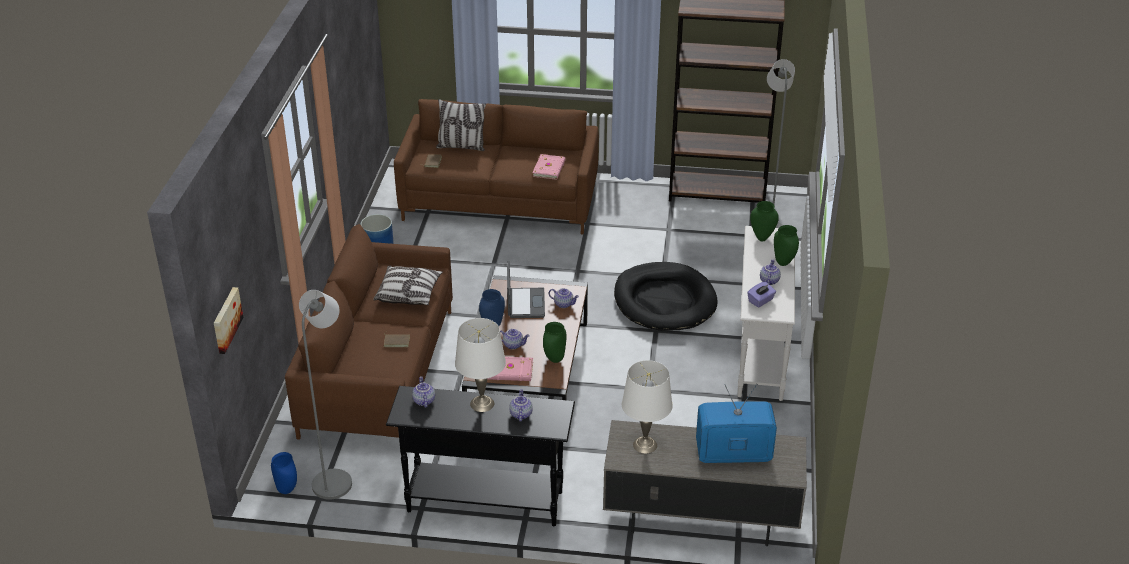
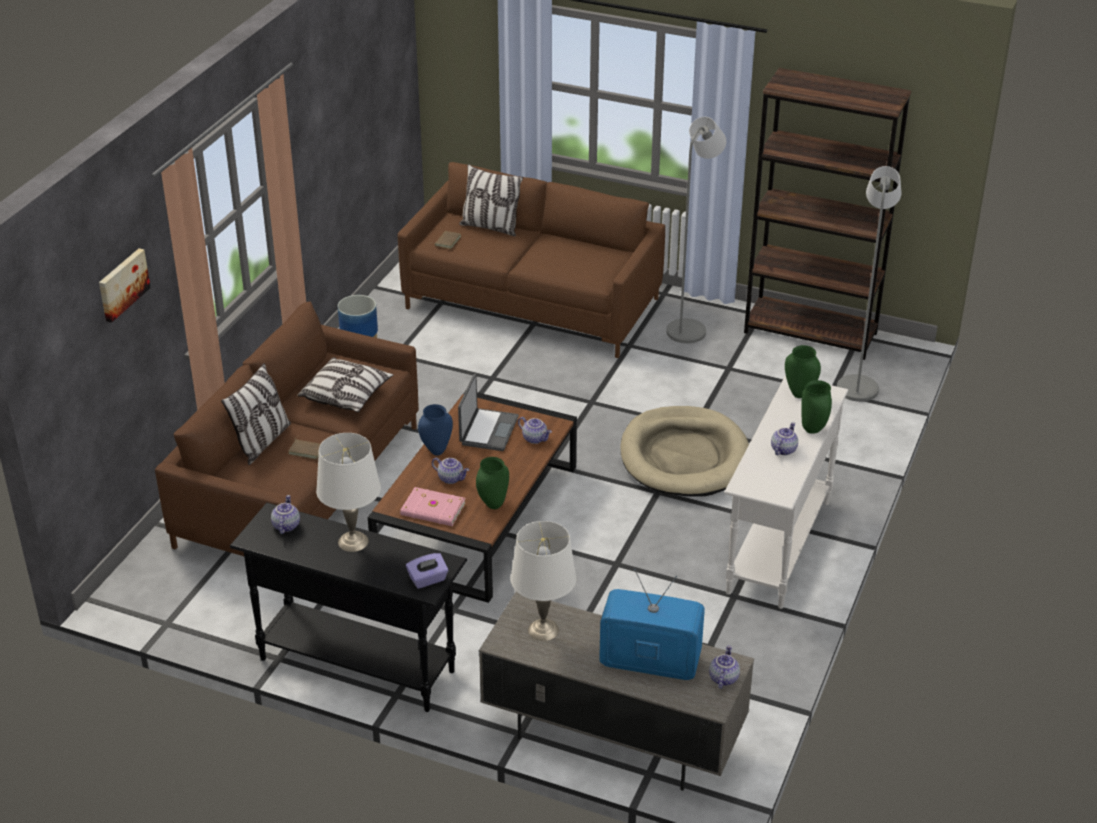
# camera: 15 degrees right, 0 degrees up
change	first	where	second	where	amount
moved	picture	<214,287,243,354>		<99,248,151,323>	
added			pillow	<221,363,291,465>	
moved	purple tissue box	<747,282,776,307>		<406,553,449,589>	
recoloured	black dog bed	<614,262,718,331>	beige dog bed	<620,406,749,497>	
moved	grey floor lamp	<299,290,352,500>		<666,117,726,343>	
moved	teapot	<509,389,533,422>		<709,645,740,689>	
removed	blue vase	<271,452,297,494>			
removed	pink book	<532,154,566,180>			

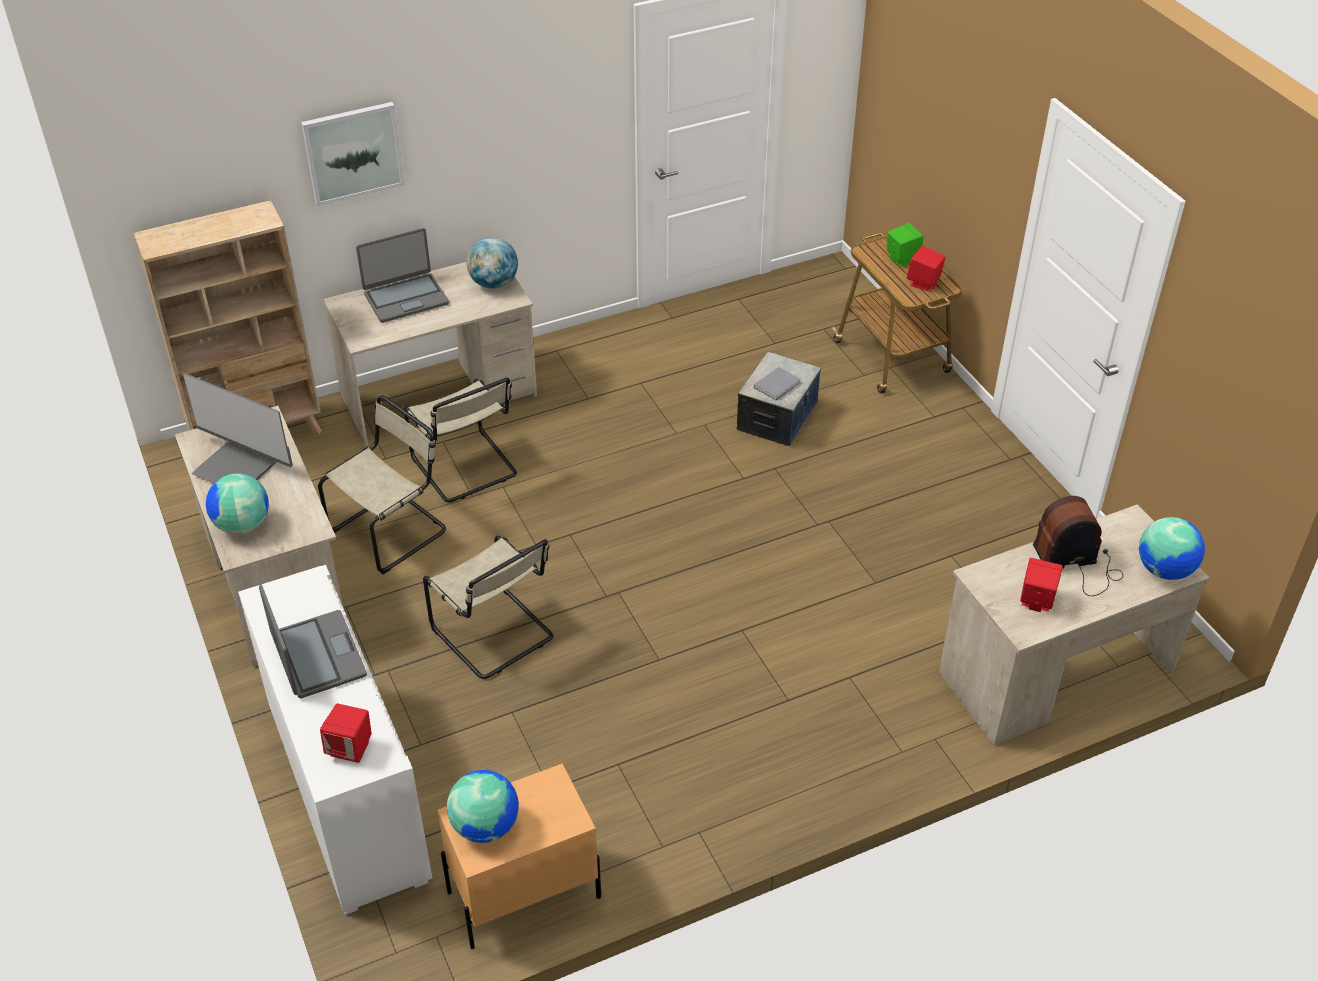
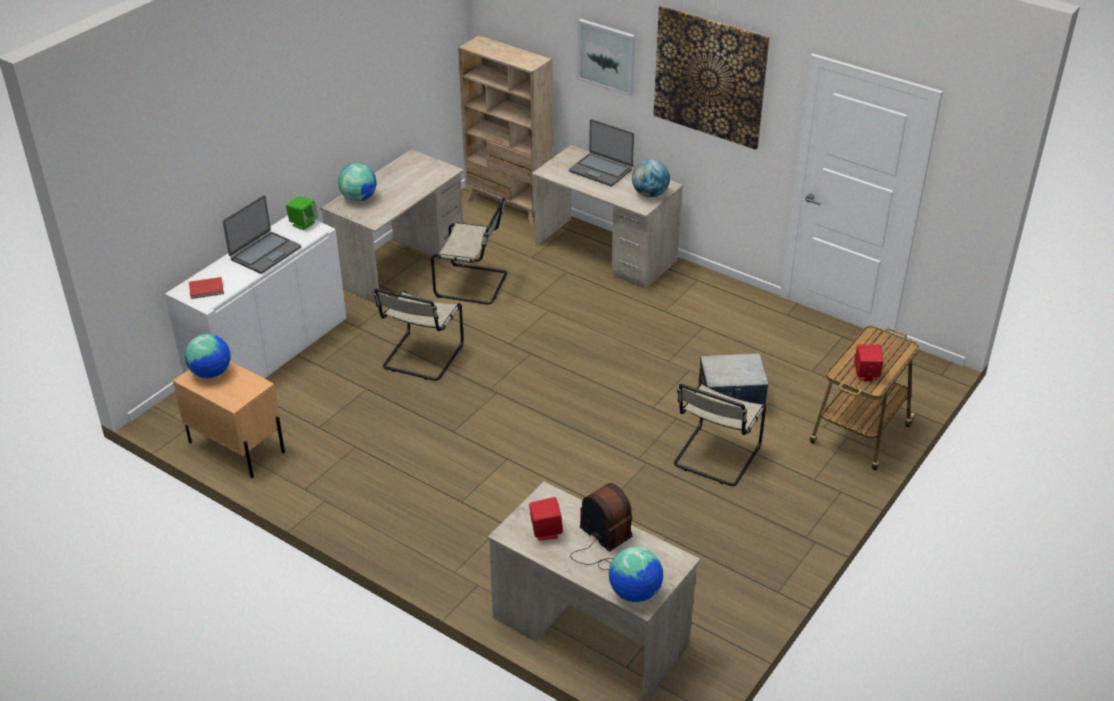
# camera: 60 degrees right, 5 degrees down
change	first	where	second	where	amount
replaced	red speaker	<320,704,372,763>	red book	<189,277,224,299>	
moved	green speaker	<887,223,923,267>		<286,196,318,230>	
added			picture	<653,5,770,150>	
moved	beige chair	<403,378,517,502>		<674,383,766,486>	
removed	monitor	<183,373,293,484>			
removed	grey book	<754,367,801,401>			

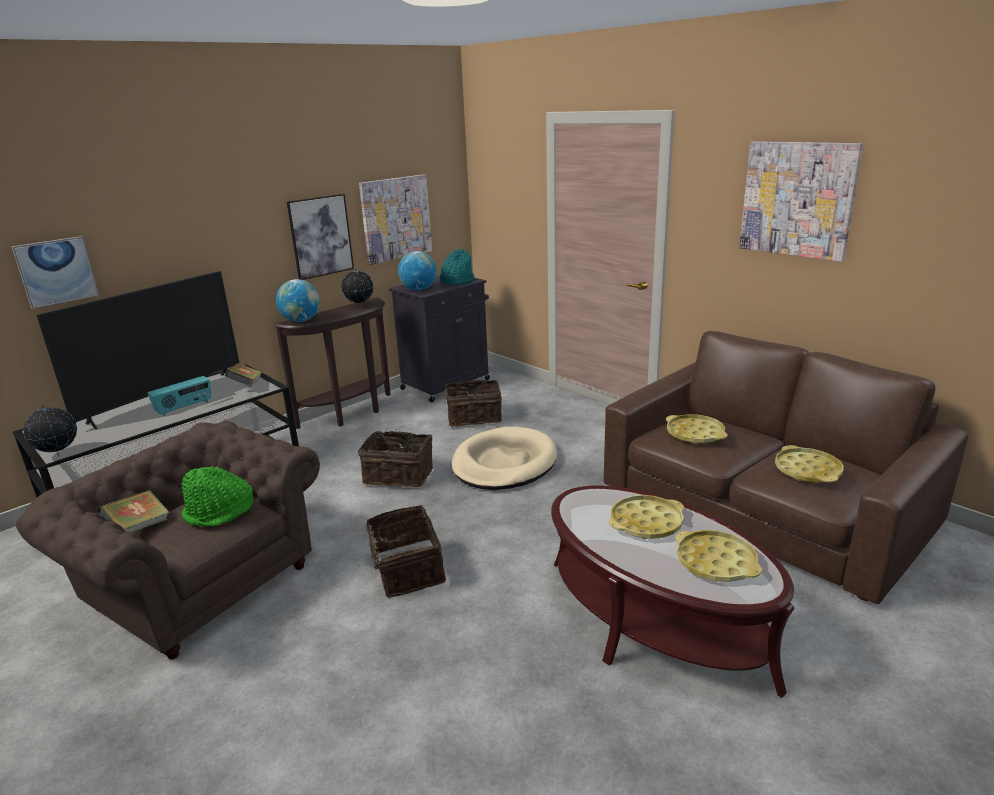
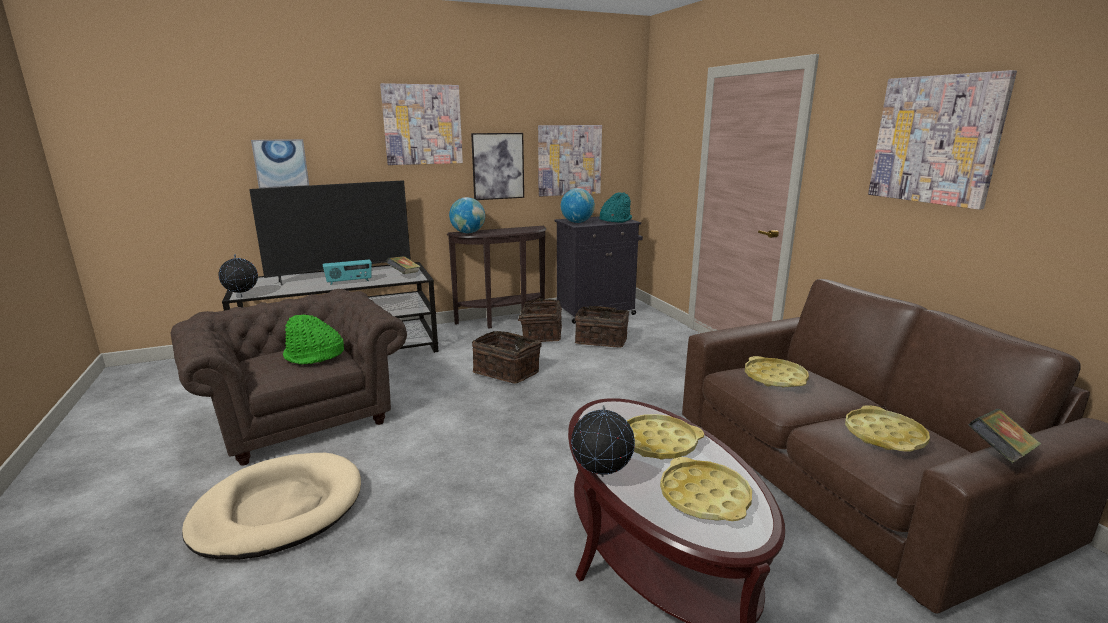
# camera: 20 degrees right, 5 degrees down
change	first	where	second	where	amount
moved	beige dog bed	<451,427,557,490>		<182,453,361,560>	
added			picture	<380,83,463,165>	
moved	basket	<357,505,446,598>		<513,298,562,342>	
moved	globe	<341,267,374,307>		<571,405,635,477>	
moved	book	<98,490,170,532>		<969,409,1041,464>	

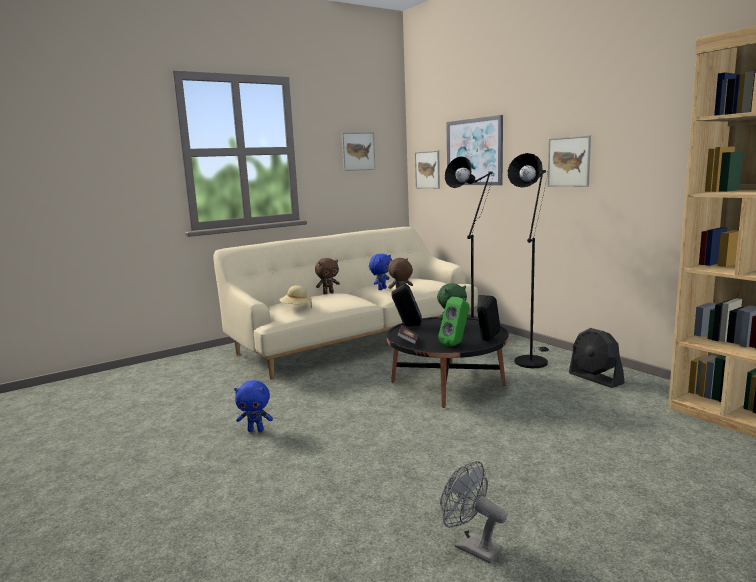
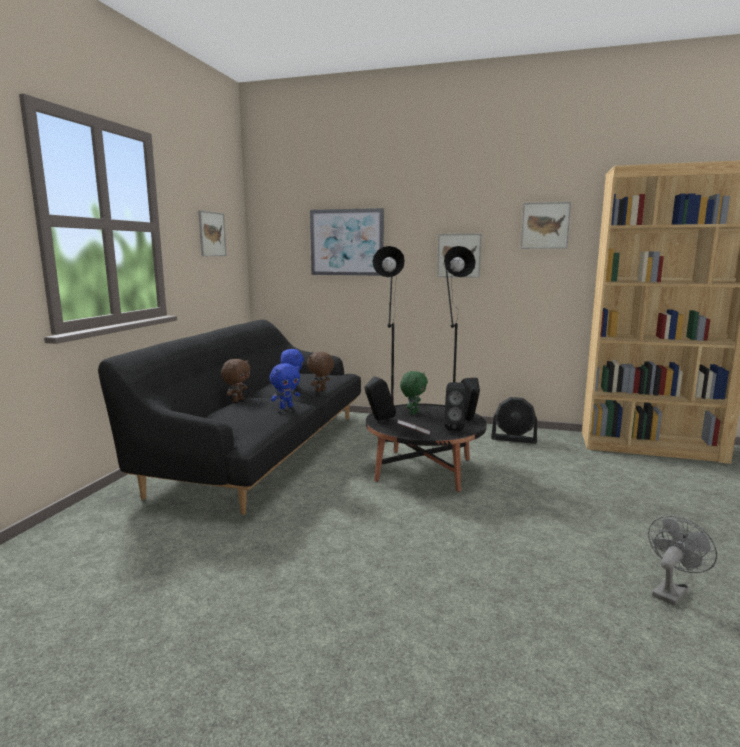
# camera: 40 degrees left, 0 degrees up
change	first	where	second	where	amount
recoloured	beige sofa	<213,227,478,380>	black sofa	<98,320,361,515>	
moved	blue plush toy	<234,380,273,432>		<270,363,300,409>	
recoloured	green speaker	<438,297,470,347>	black speaker	<444,382,465,431>	
moved	picture	<415,151,440,189>		<521,202,571,249>	
turned	grey fan	<440,461,507,564>		<648,516,717,606>	135 degrees clockwise
removed	beige hat	<280,285,312,308>			

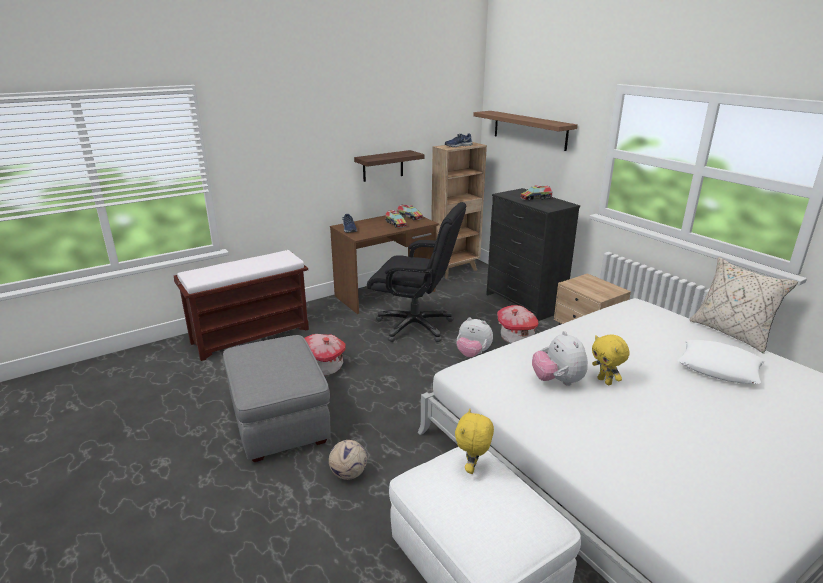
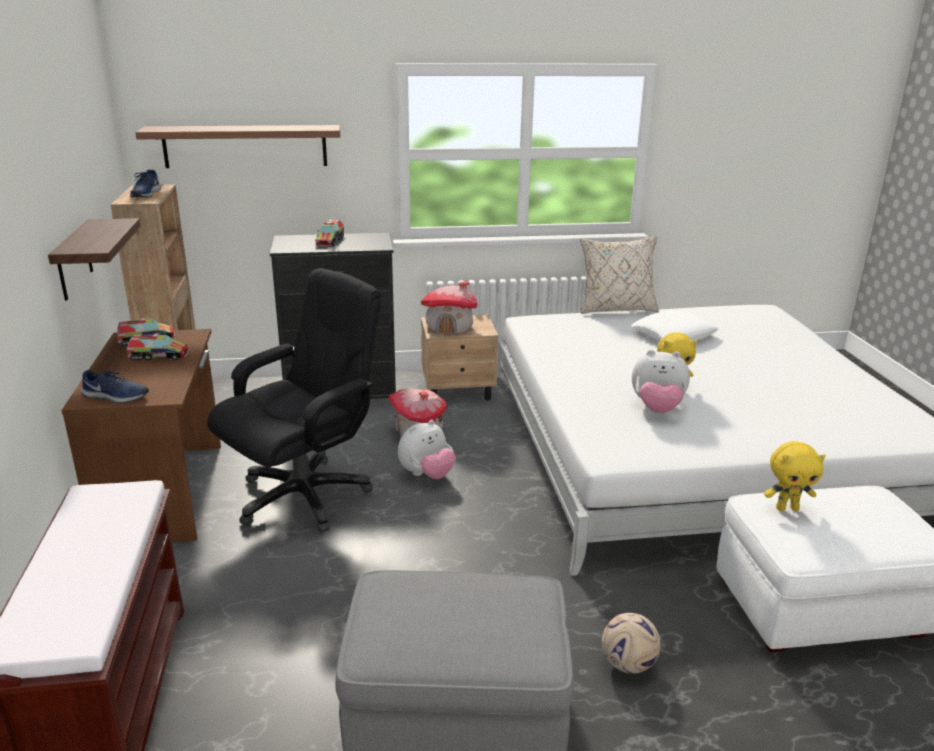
# camera: 65 degrees left, 0 degrees up
change	first	where	second	where	amount
moved	toy house	<305,334,346,376>		<421,281,478,335>	
turned	yellow plush toy	<455,409,494,474>		<764,441,826,511>	45 degrees counterclockwise

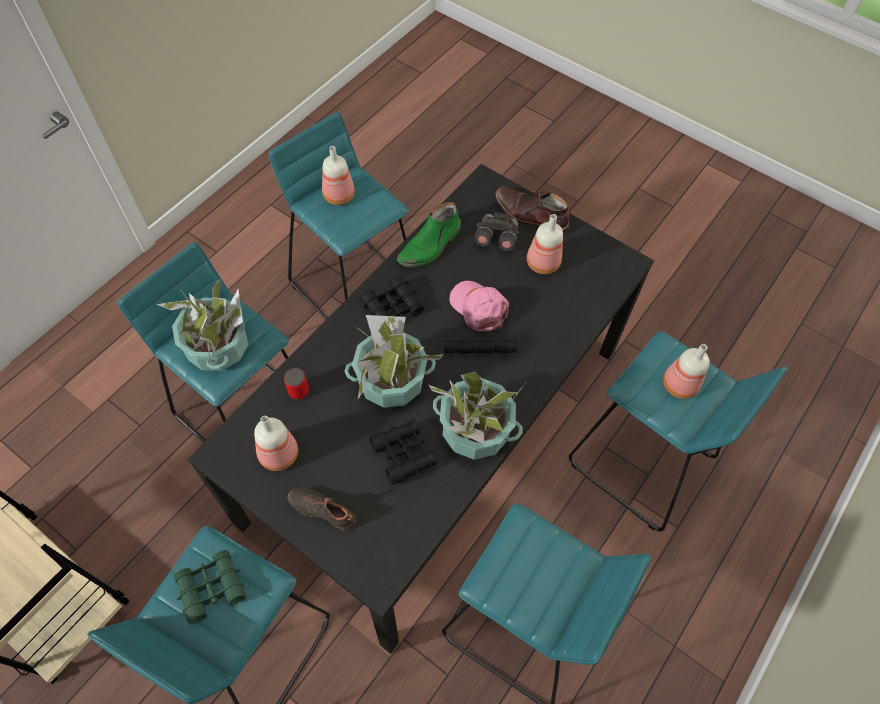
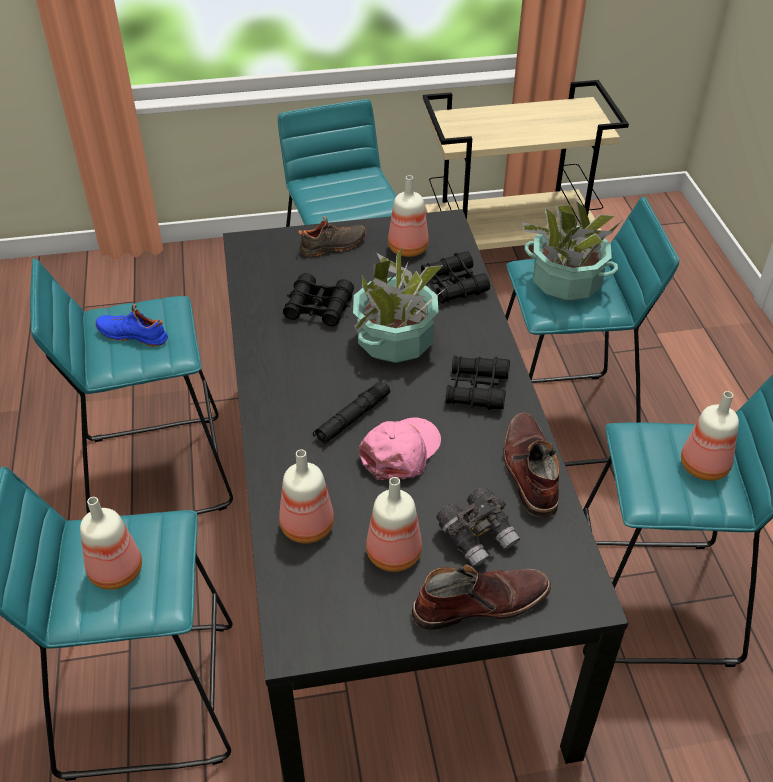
# camera: 135 degrees right, 15 degrees down
change	first	where	second	where	amount
added			blue shoe	<95,304,168,347>	
added			bottle	<279,449,334,543>	
turned	pink cap	<449,281,509,332>		<359,417,441,480>	60 degrees counterclockwise
replaced	can	<284,368,309,400>	black binoculars	<421,251,490,304>	
recoloured	green boot	<397,202,461,268>	brown boot	<503,413,560,517>	
removed	green binoculars	<174,550,246,624>			
removed	potted plant	<429,372,528,460>			

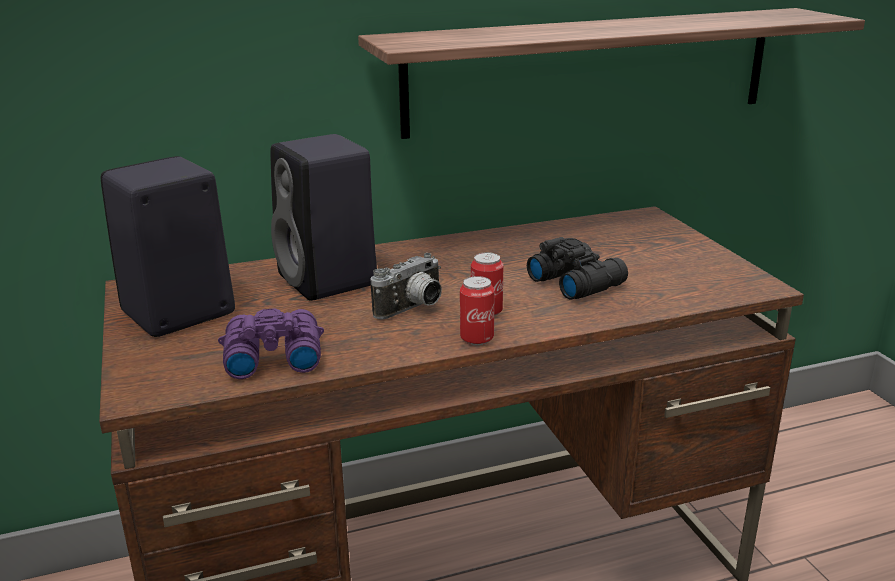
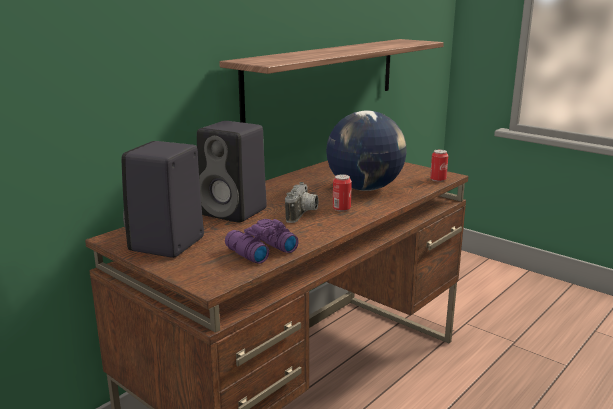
# camera: 30 degrees left, 5 degrees down
change	first	where	second	where	amount
replaced	black binoculars	<527,237,628,300>	globe	<326,110,407,191>	
moved	can	<460,276,495,345>		<430,149,448,182>	

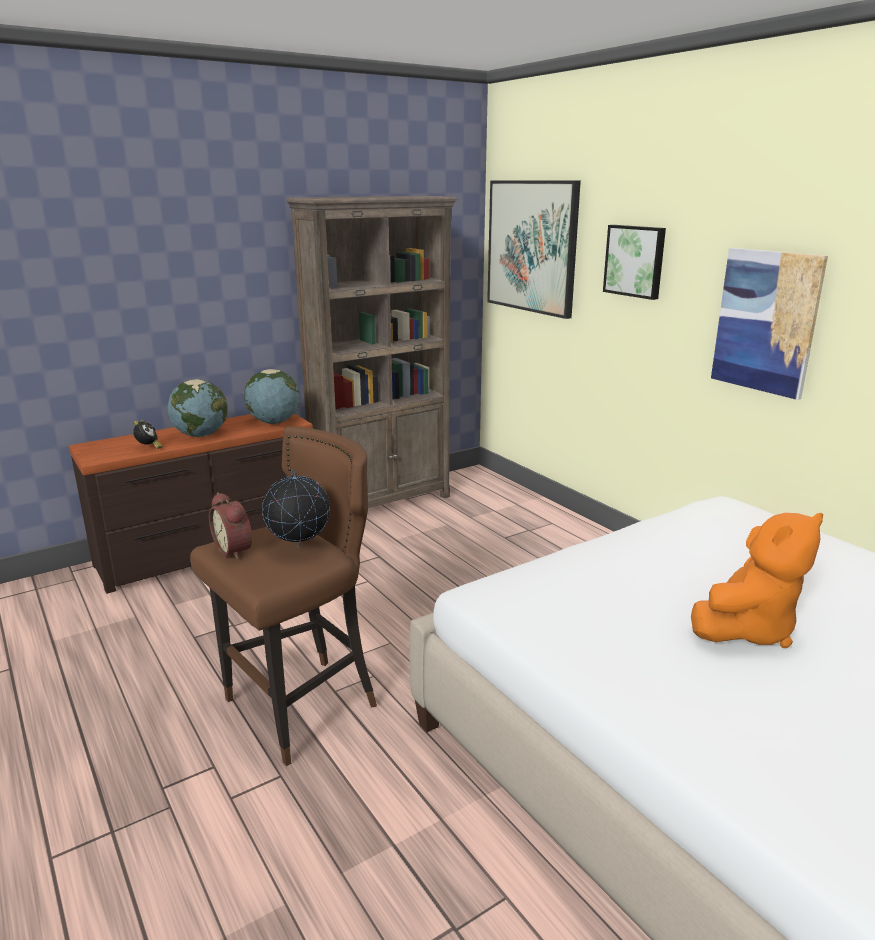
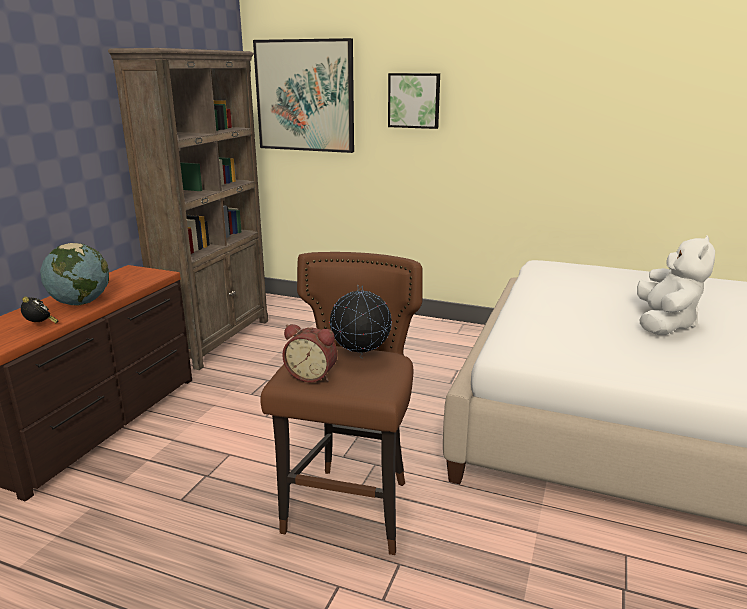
# camera: 35 degrees left, 0 degrees up
change	first	where	second	where	amount
recoloured	orange plush toy	<691,513,823,648>	white plush toy	<637,235,715,335>	
removed	globe	<244,369,300,424>			
removed	picture	<711,248,828,400>			

